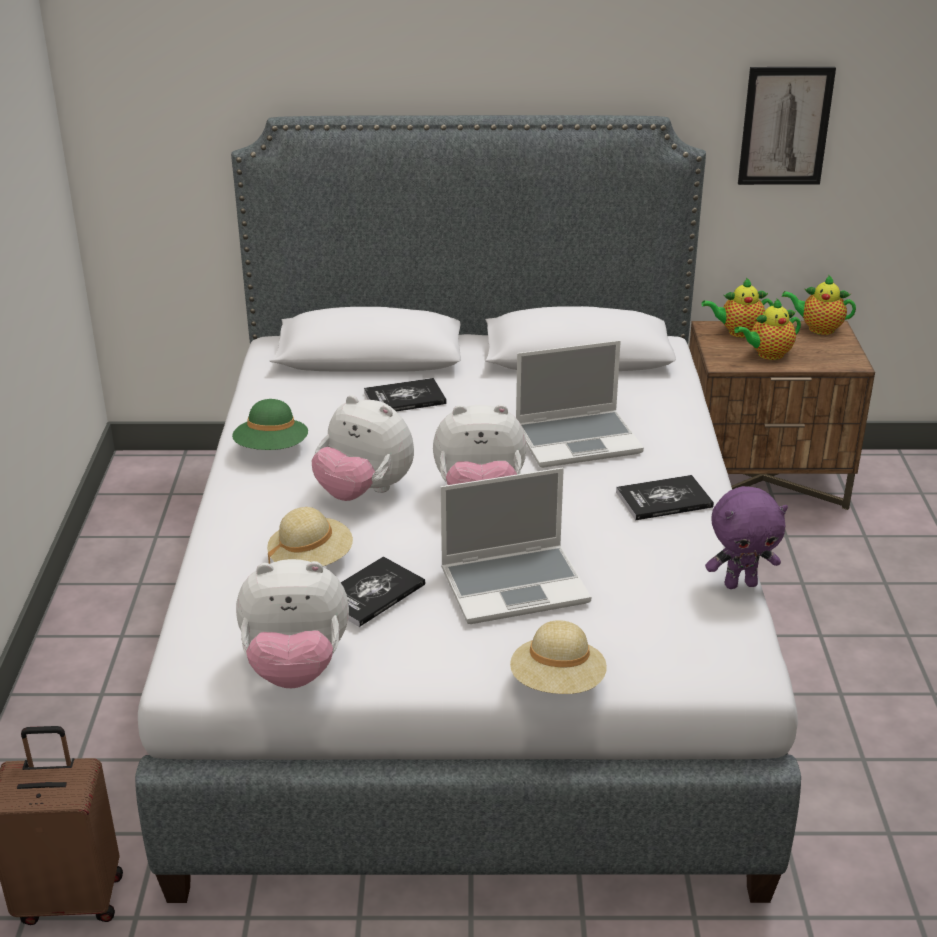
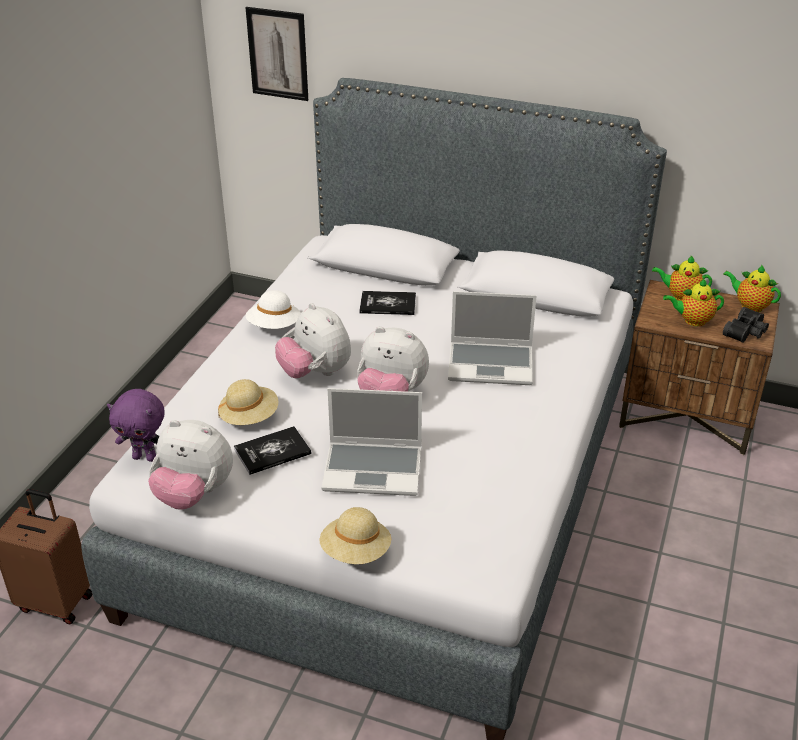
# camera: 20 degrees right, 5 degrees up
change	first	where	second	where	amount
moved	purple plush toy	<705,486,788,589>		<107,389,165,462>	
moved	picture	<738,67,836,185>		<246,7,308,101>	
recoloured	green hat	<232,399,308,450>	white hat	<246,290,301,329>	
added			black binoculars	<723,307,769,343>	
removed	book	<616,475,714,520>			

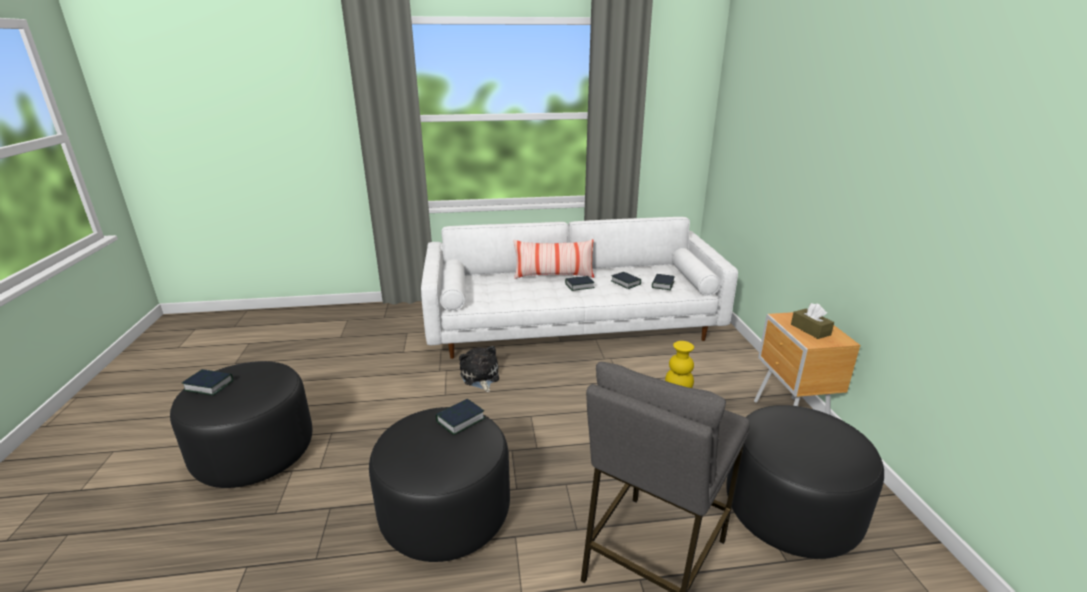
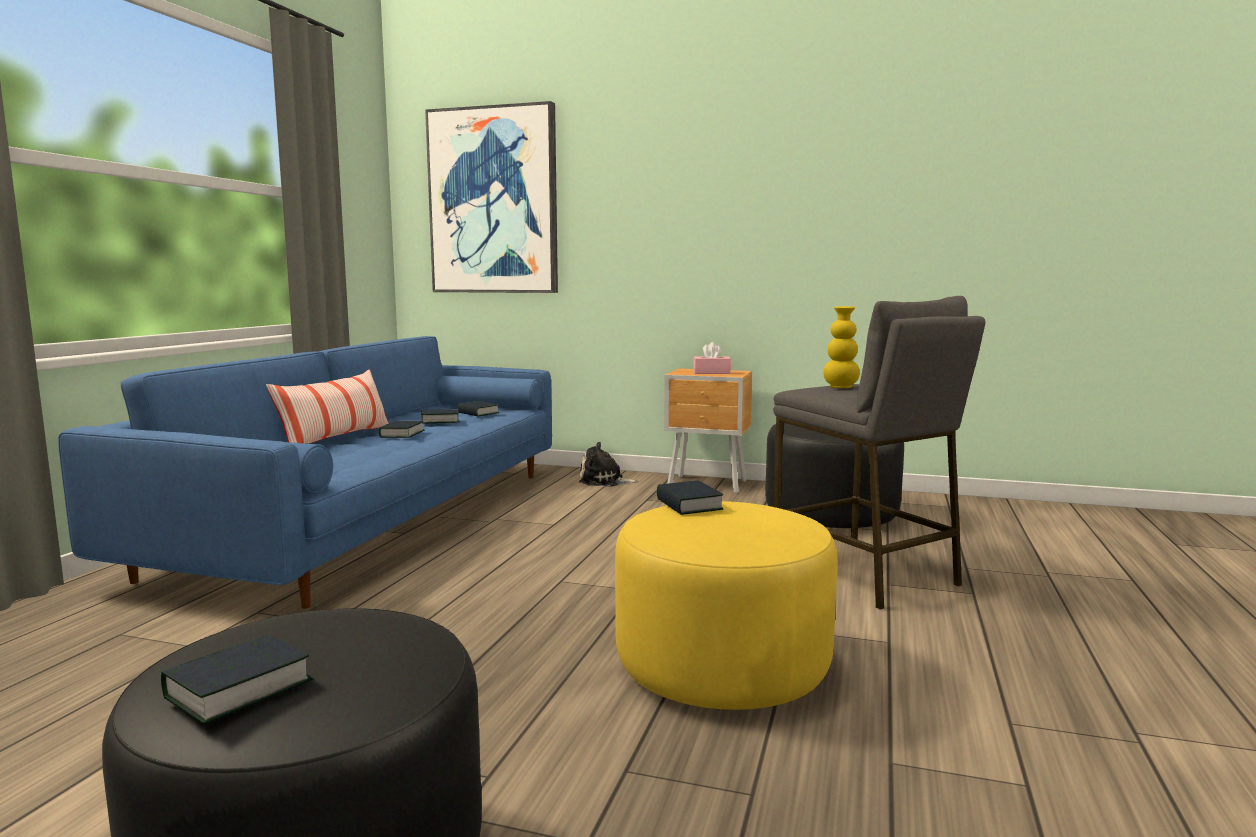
# camera: 65 degrees left, 15 degrees down
change	first	where	second	where	amount
recoloured	white sofa	<421,217,738,359>	blue sofa	<58,336,552,609>	
added			picture	<425,101,558,293>	
moved	plush toy	<459,346,499,392>		<579,442,638,487>	
recoloured	black ottoman	<369,407,510,562>	yellow ottoman	<615,501,838,710>	
recoloured	brown tissue box	<791,303,834,339>	pink tissue box	<693,342,731,374>	

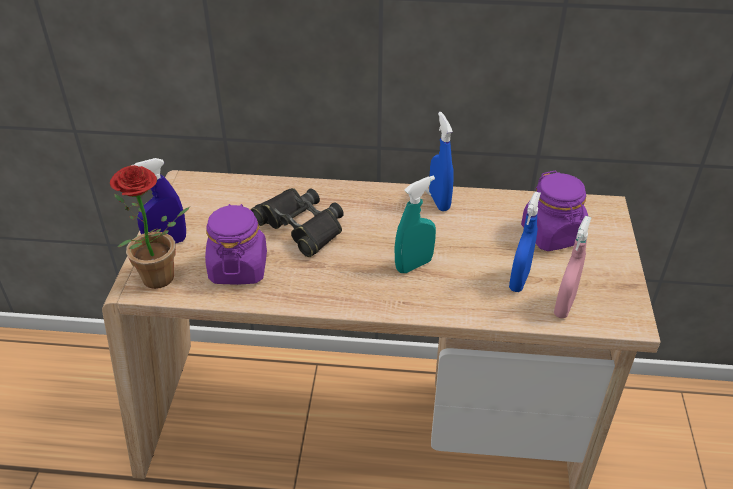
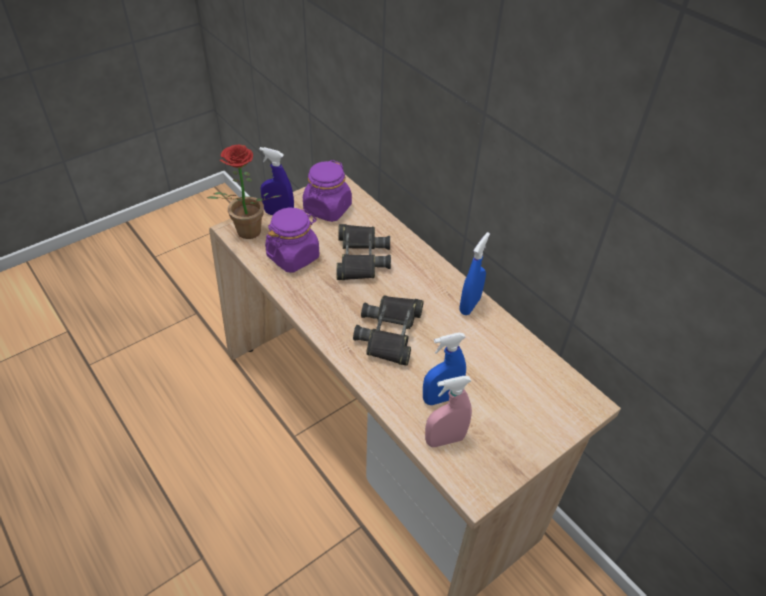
# camera: 45 degrees right, 5 degrees up
change	first	where	second	where	amount
moved	purple jar	<521,171,589,251>		<303,160,352,222>	
replaced	turquoise spray bottle	<394,176,436,273>	black binoculars	<353,295,424,366>	

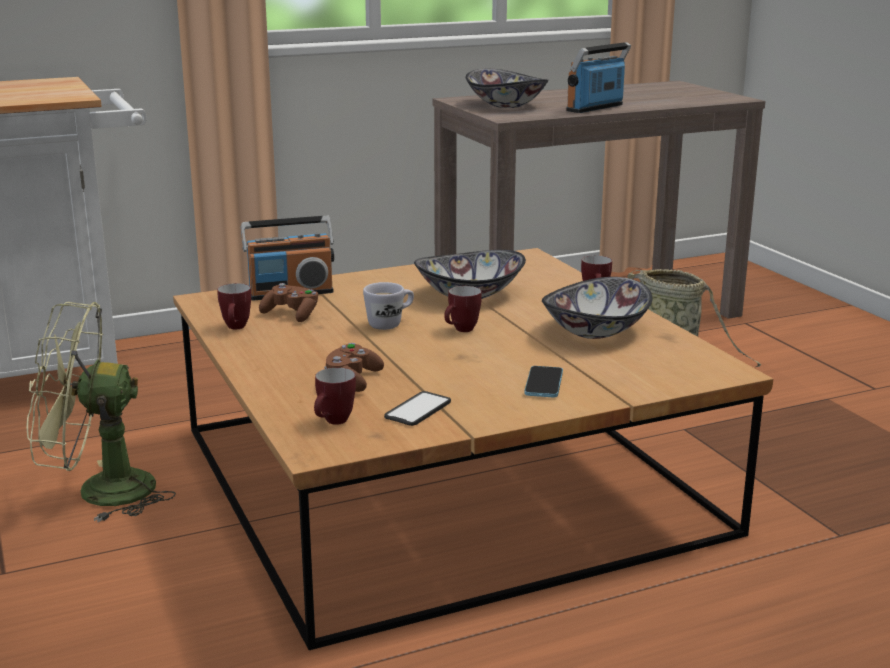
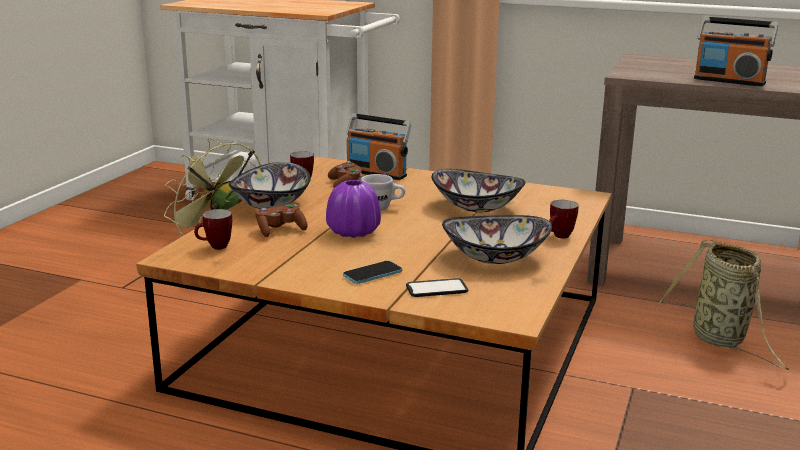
# camera: 45 degrees right, 0 degrees up
change	first	where	second	where	amount
moved	bowl	<466,69,549,108>		<229,162,311,210>	
added			purple vase	<326,180,381,238>	
moved	phone	<384,391,451,426>		<406,278,468,297>	
turned	radio	<566,42,631,113>		<694,17,778,86>	150 degrees counterclockwise
removed	mug	<444,286,482,332>			

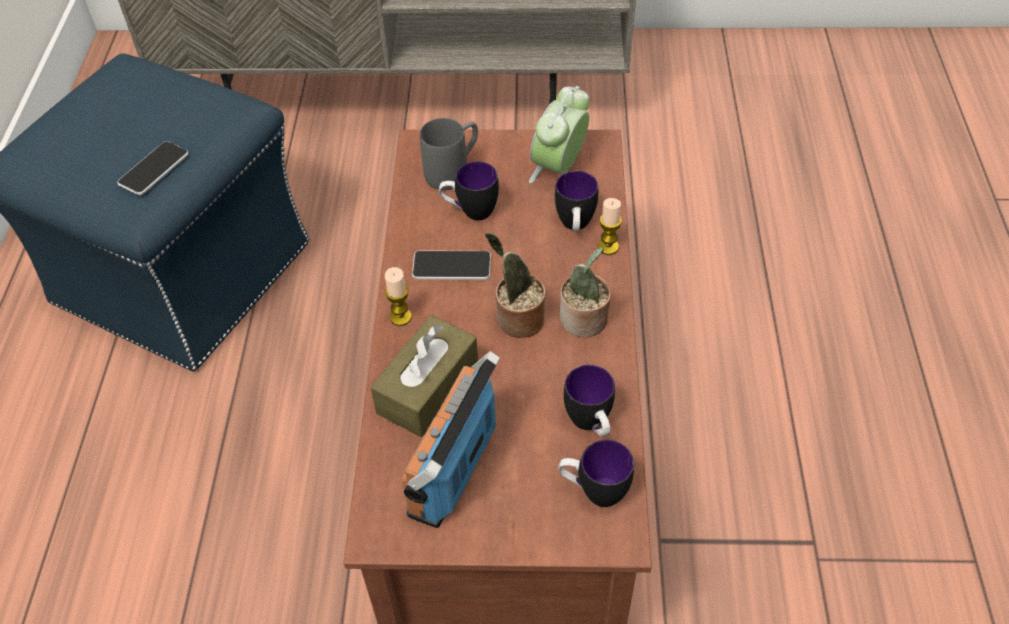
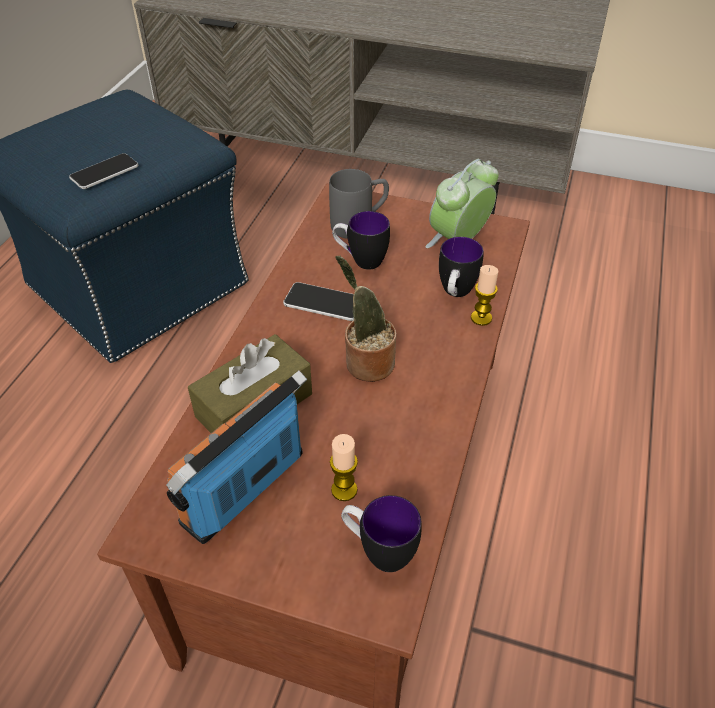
# camera: 15 degrees right, 5 degrees down
change	first	where	second	where	amount
moved	candle	<385,267,412,326>		<330,434,358,501>	
removed	potted plant	<560,247,611,337>			
removed	mug	<564,365,615,436>			

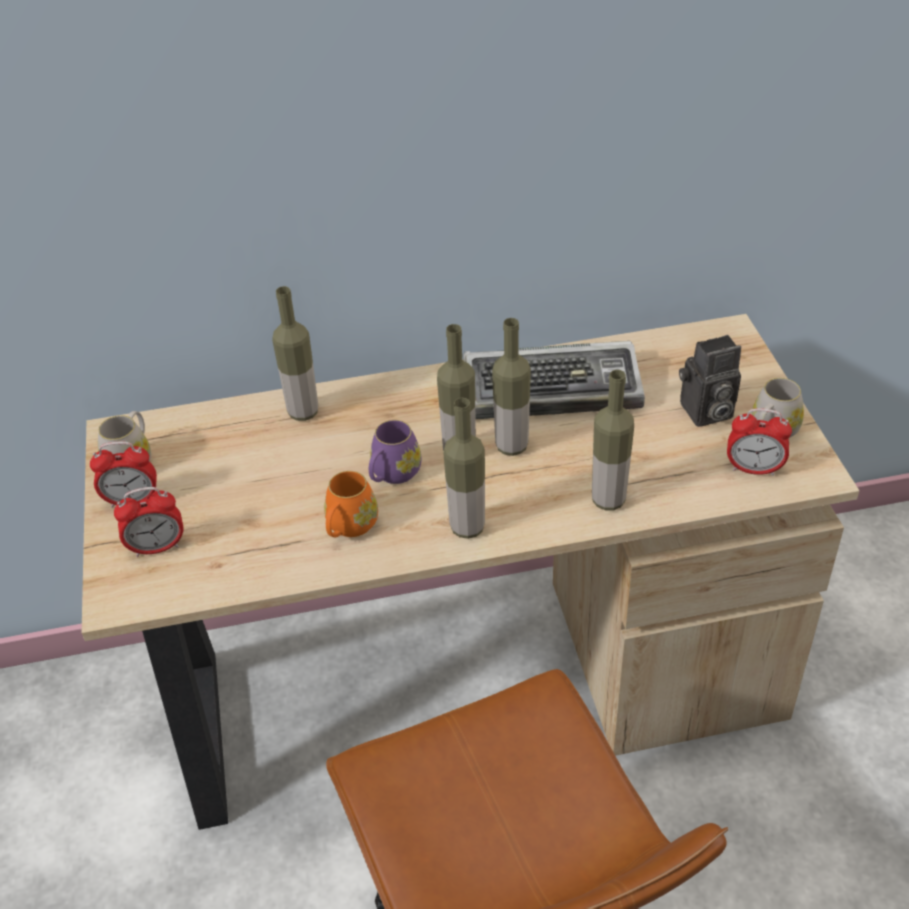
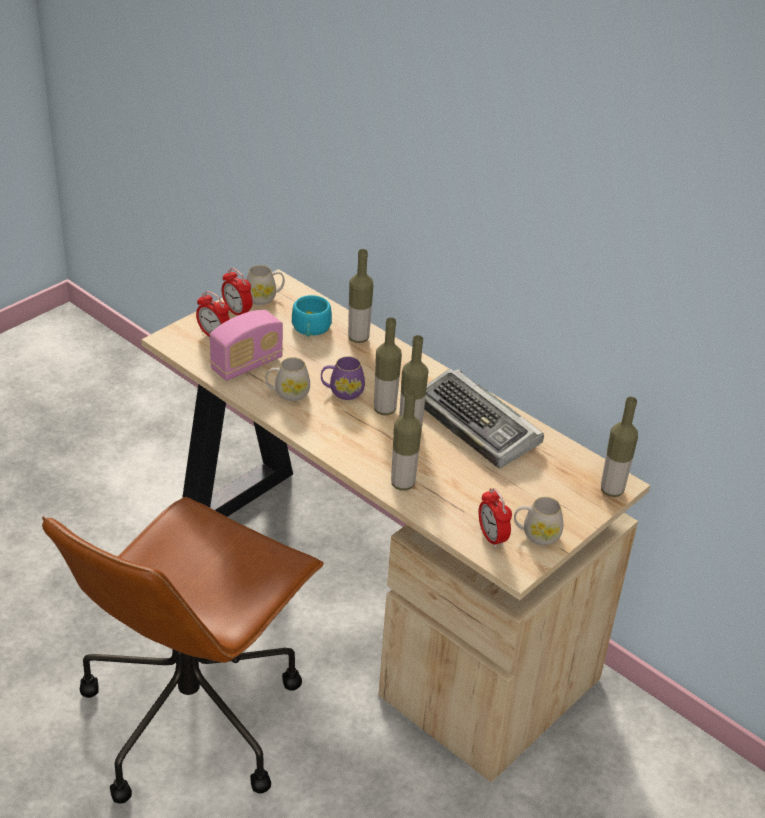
# camera: 50 degrees right, 5 degrees down
change	first	where	second	where	amount
added			radio	<210,310,283,381>	
recoloured	orange mug	<324,471,378,537>	white mug	<265,357,310,401>	
added			turquoise cup	<292,295,332,337>	
moved	bottle	<443,398,485,539>		<601,397,638,497>	
removed	photo camera	<679,335,741,427>			

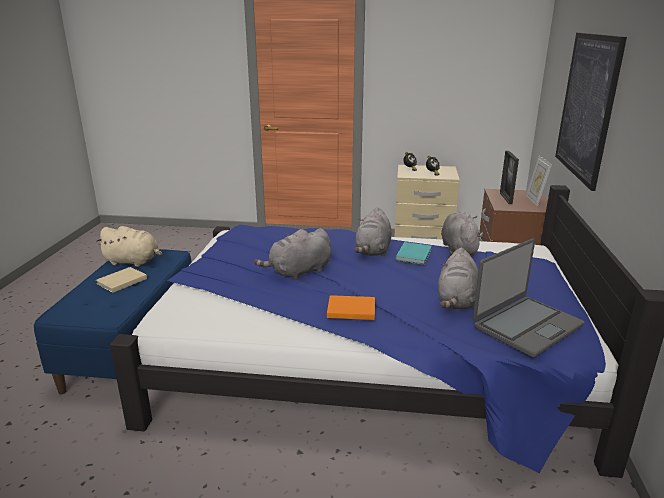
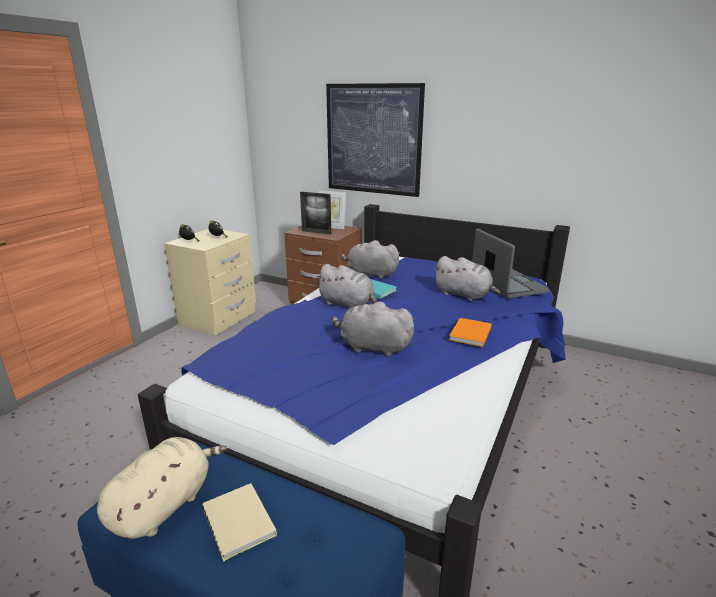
# camera: 70 degrees left, 0 degrees up
change	first	where	second	where	amount
turned	grey plush toy	<254,228,331,280>		<332,301,415,357>	120 degrees clockwise

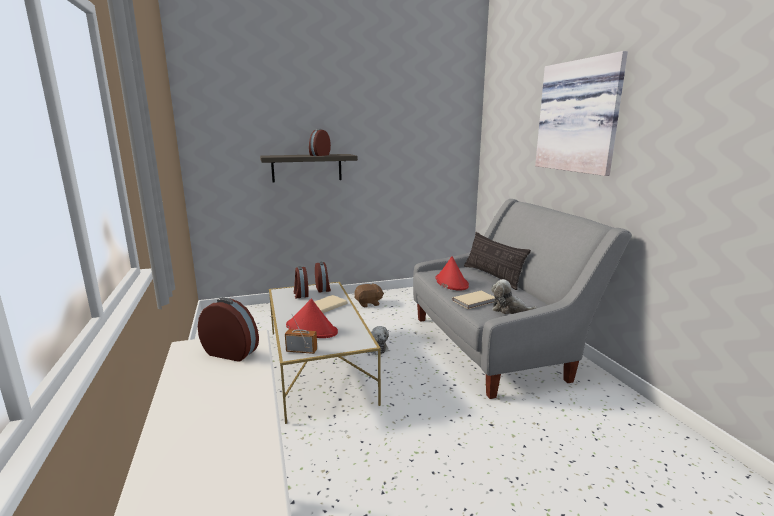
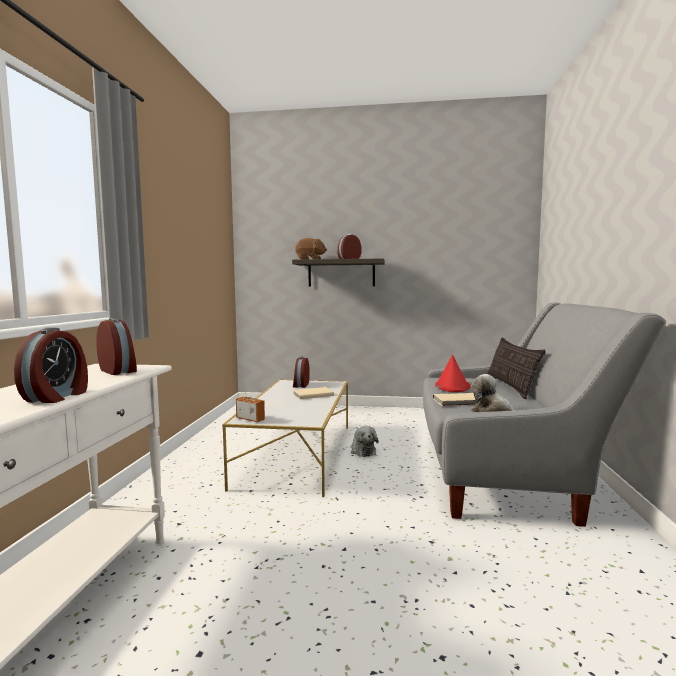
# camera: 25 degrees right, 10 degrees down
change	first	where	second	where	amount
moved	alarm clock	<315,262,331,293>		<14,328,88,403>	
moved	brown plush toy	<354,283,384,307>		<295,238,327,260>	
removed	red hat	<286,299,338,338>			
removed	picture	<535,51,628,176>			

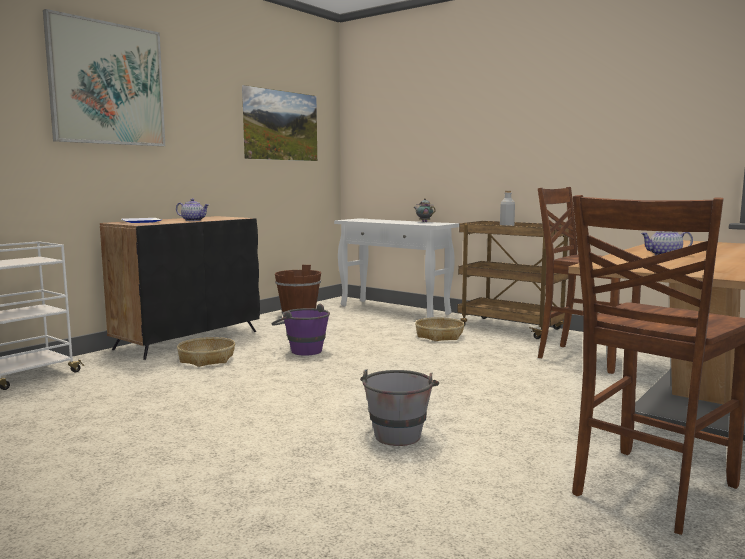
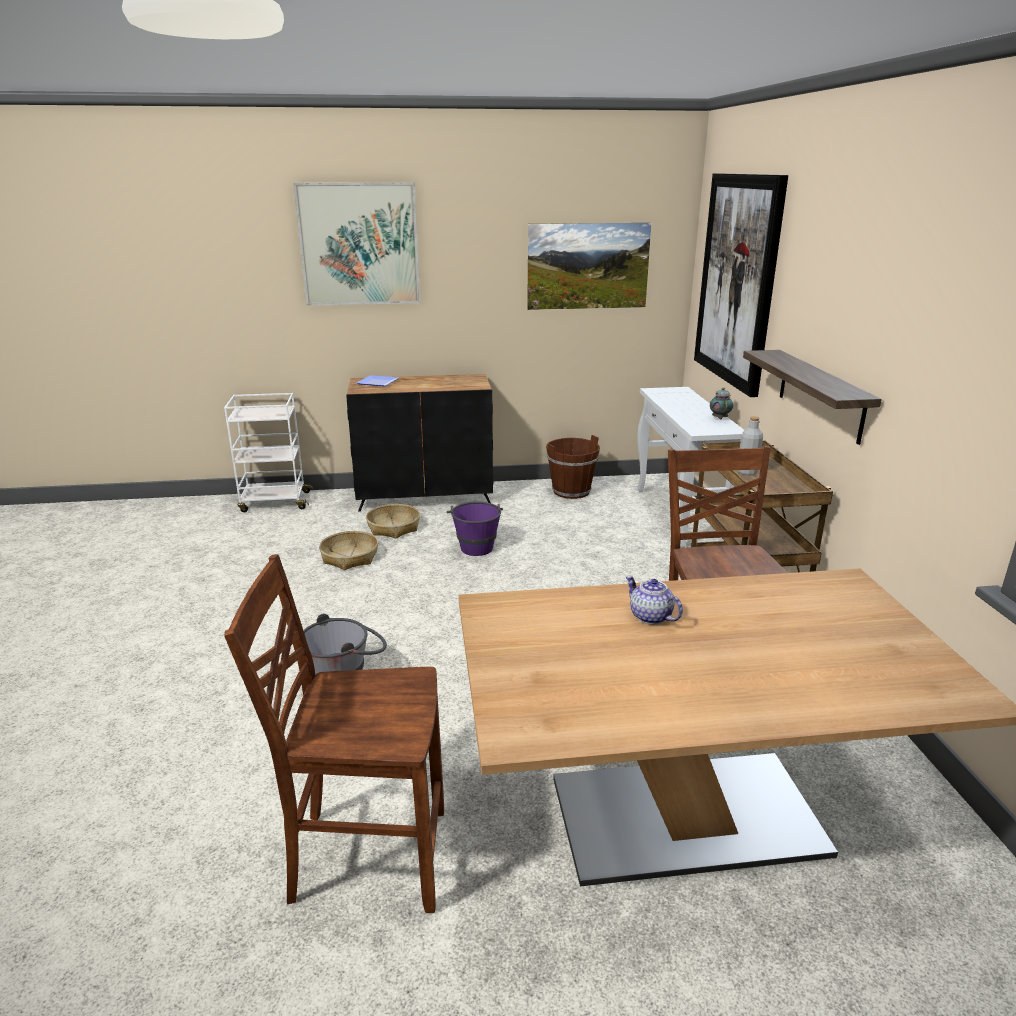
# camera: 45 degrees right, 15 degrees up
change	first	where	second	where	amount
moved	basket	<415,317,465,341>		<319,531,378,570>	
added			picture	<694,173,788,397>	
added			shelf	<743,350,882,445>	
removed	teapot	<176,199,209,221>			

